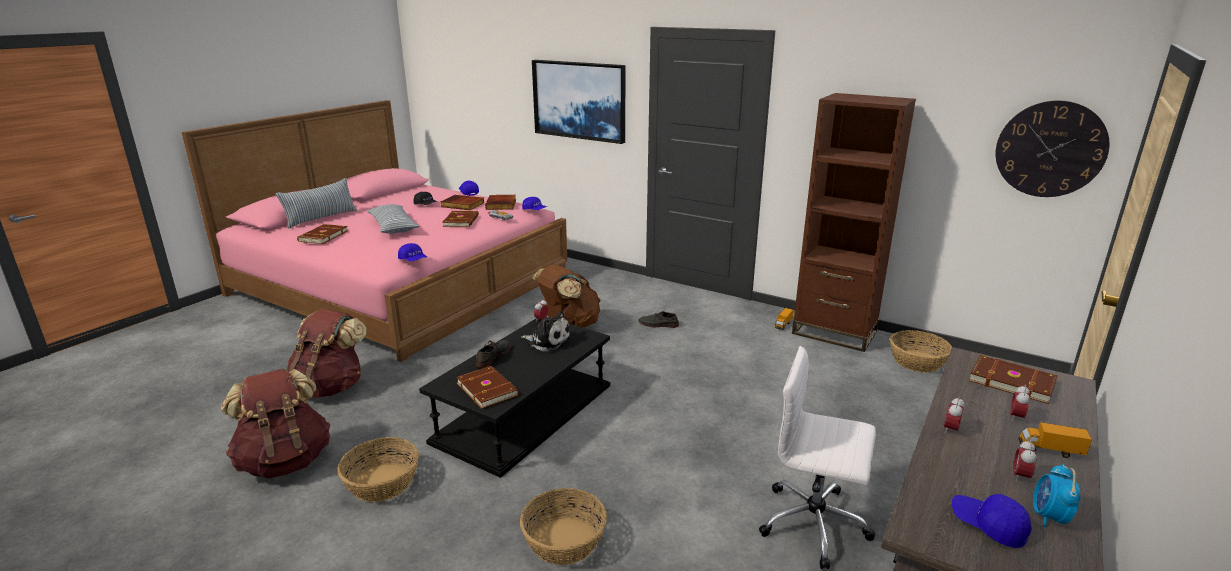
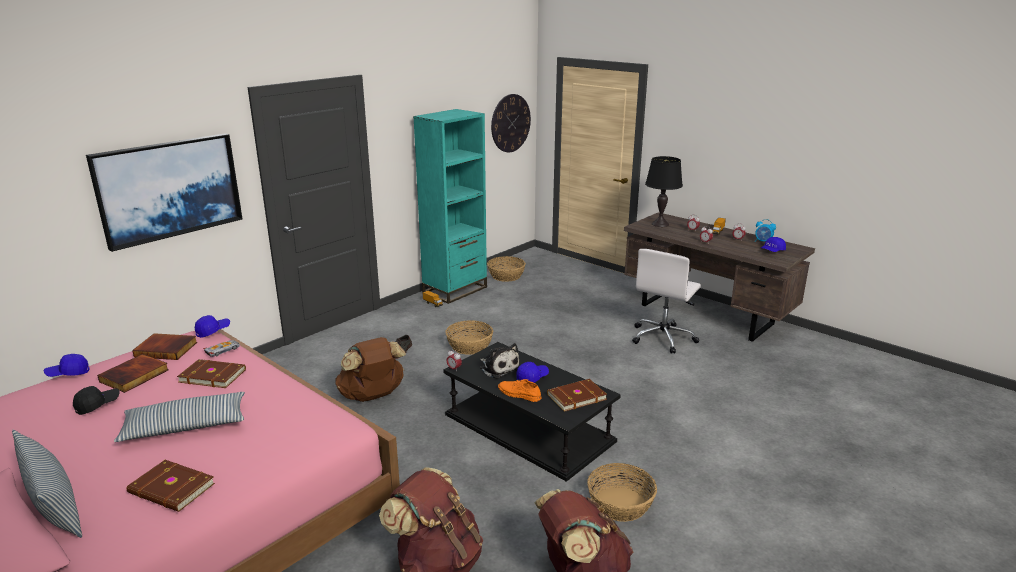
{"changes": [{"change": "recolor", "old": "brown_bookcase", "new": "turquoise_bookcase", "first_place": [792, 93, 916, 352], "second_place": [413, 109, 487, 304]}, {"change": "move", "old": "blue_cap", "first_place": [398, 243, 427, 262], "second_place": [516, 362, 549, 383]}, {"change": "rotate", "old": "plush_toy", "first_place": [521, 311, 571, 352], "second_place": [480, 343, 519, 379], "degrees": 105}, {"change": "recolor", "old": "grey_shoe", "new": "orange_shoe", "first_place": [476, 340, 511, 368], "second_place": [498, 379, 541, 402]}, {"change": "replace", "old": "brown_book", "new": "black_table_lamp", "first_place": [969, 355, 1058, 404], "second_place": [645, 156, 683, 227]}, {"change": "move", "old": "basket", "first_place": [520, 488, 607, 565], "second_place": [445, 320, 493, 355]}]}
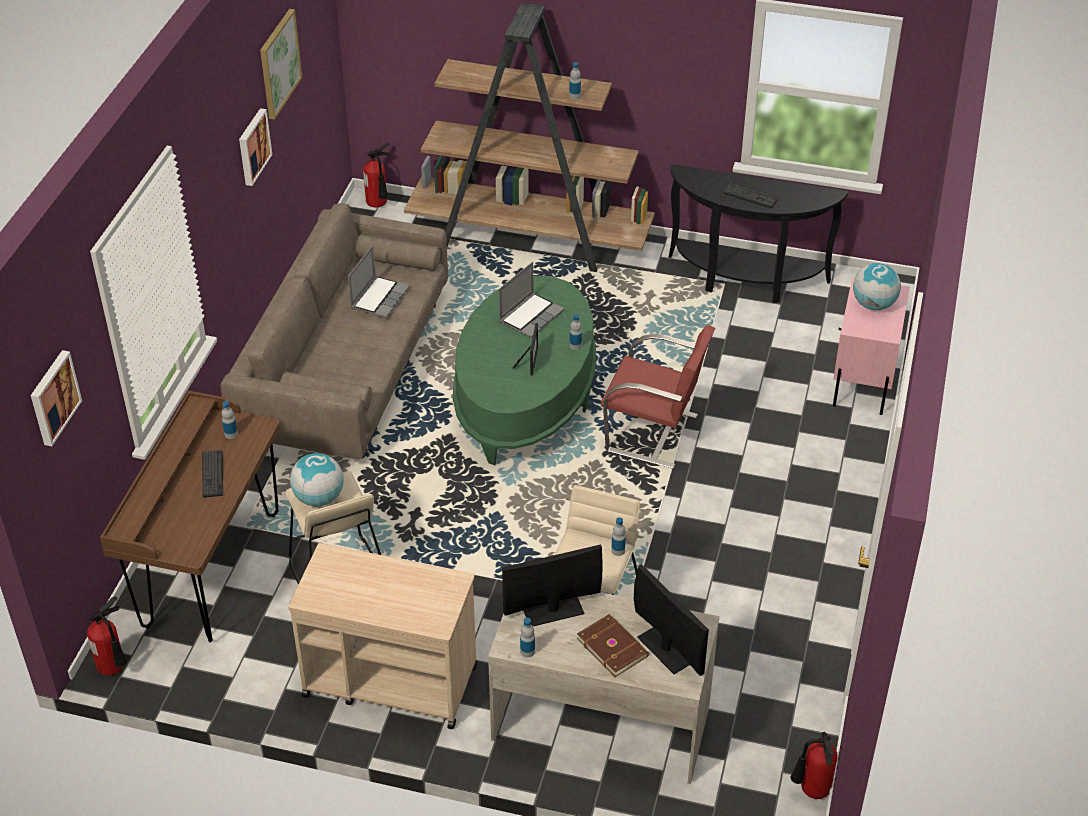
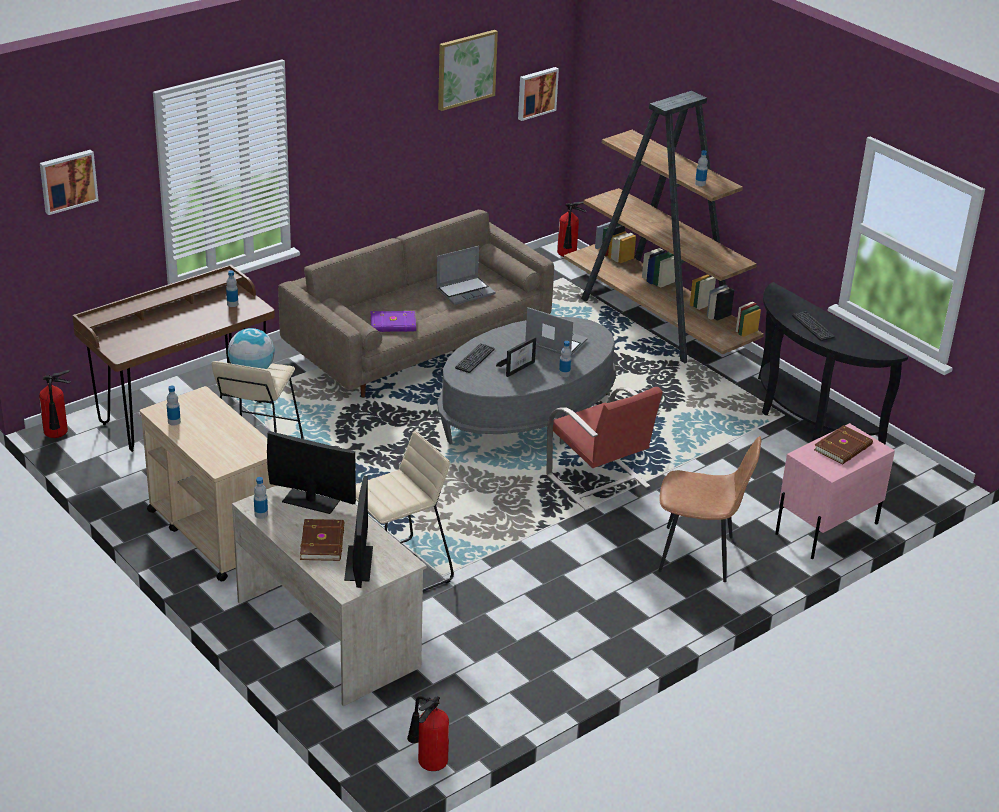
{"changes": [{"change": "move", "old": "picture", "first_place": [239, 108, 272, 186], "second_place": [518, 67, 559, 121]}, {"change": "rotate", "old": "laptop", "first_place": [499, 262, 564, 338], "second_place": [525, 307, 588, 355], "degrees": -135}, {"change": "replace", "old": "globe", "new": "brown_book", "first_place": [853, 263, 901, 310], "second_place": [814, 425, 873, 464]}, {"change": "recolor", "old": "green_coffee_table", "new": "grey_coffee_table", "first_place": [453, 276, 596, 465], "second_place": [437, 317, 616, 445]}, {"change": "move", "old": "keyboard", "first_place": [202, 450, 223, 498], "second_place": [455, 343, 494, 373]}, {"change": "move", "old": "bottle", "first_place": [611, 517, 626, 556], "second_place": [167, 386, 181, 426]}, {"change": "insert", "new": "purple_book", "second_place": [371, 311, 416, 332]}, {"change": "insert", "new": "brown_chair", "second_place": [658, 436, 761, 582]}]}
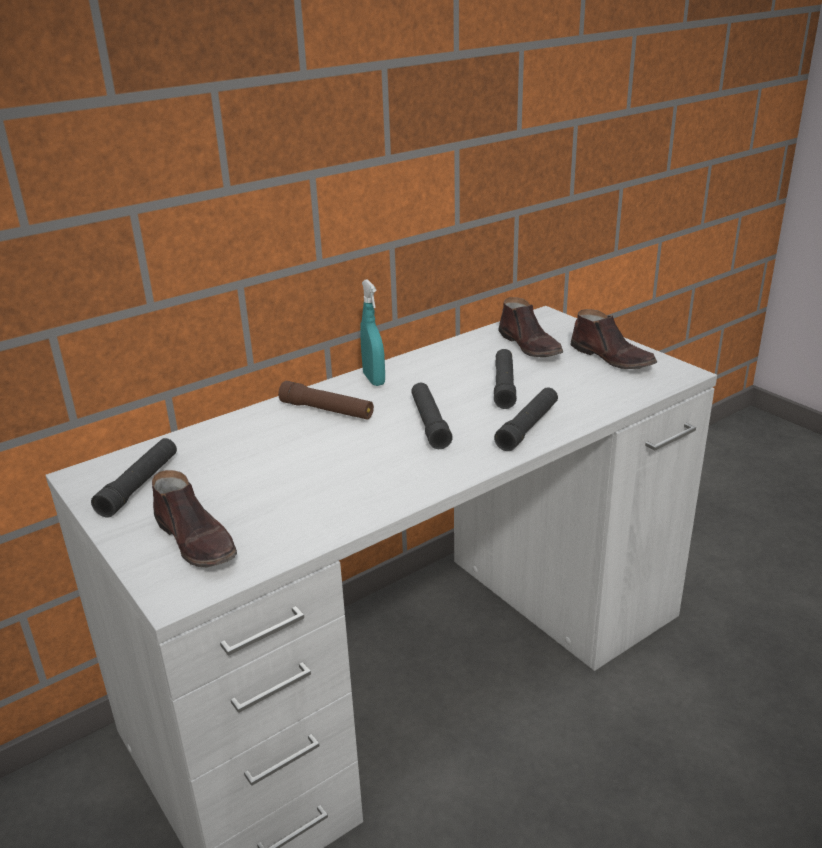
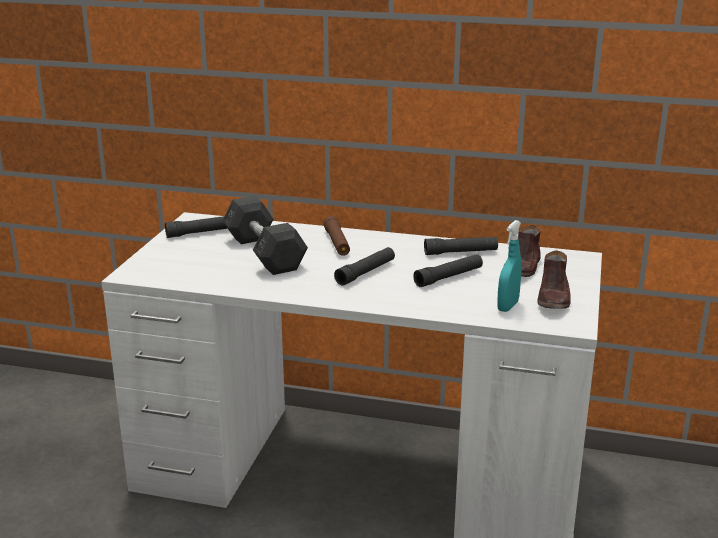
{"changes": [{"change": "move", "old": "turquoise_spray_bottle", "first_place": [360, 279, 385, 386], "second_place": [497, 220, 522, 312]}, {"change": "move", "old": "black_flashlight", "first_place": [494, 387, 558, 451], "second_place": [424, 237, 498, 255]}, {"change": "delete", "old": "brown_shoe", "first_place": [152, 470, 237, 567]}, {"change": "insert", "new": "grey_dumbbell", "second_place": [222, 196, 308, 275]}]}
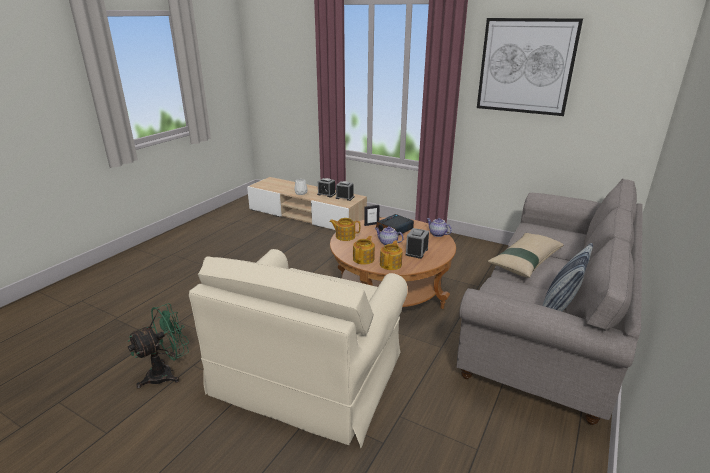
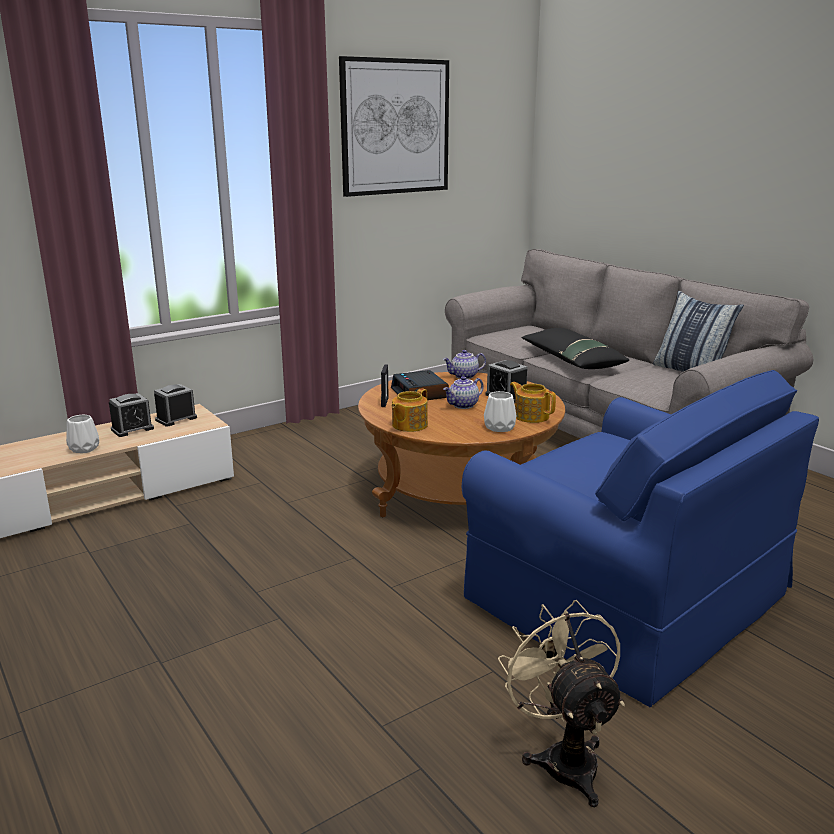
{"changes": [{"change": "recolor", "old": "beige_pillow", "new": "black_pillow", "first_place": [488, 233, 564, 278], "second_place": [521, 328, 629, 369]}, {"change": "replace", "old": "teapot", "new": "white_vase", "first_place": [353, 236, 375, 265], "second_place": [484, 391, 516, 432]}, {"change": "recolor", "old": "beige_armchair", "new": "blue_armchair", "first_place": [189, 249, 408, 449], "second_place": [462, 370, 819, 707]}, {"change": "recolor", "old": "green_fan", "new": "beige_fan", "first_place": [127, 303, 189, 388], "second_place": [498, 600, 625, 807]}]}
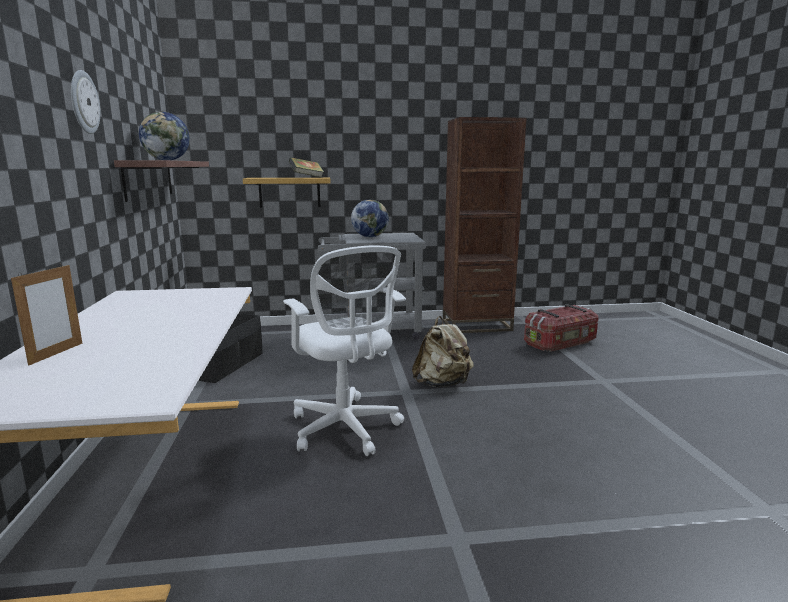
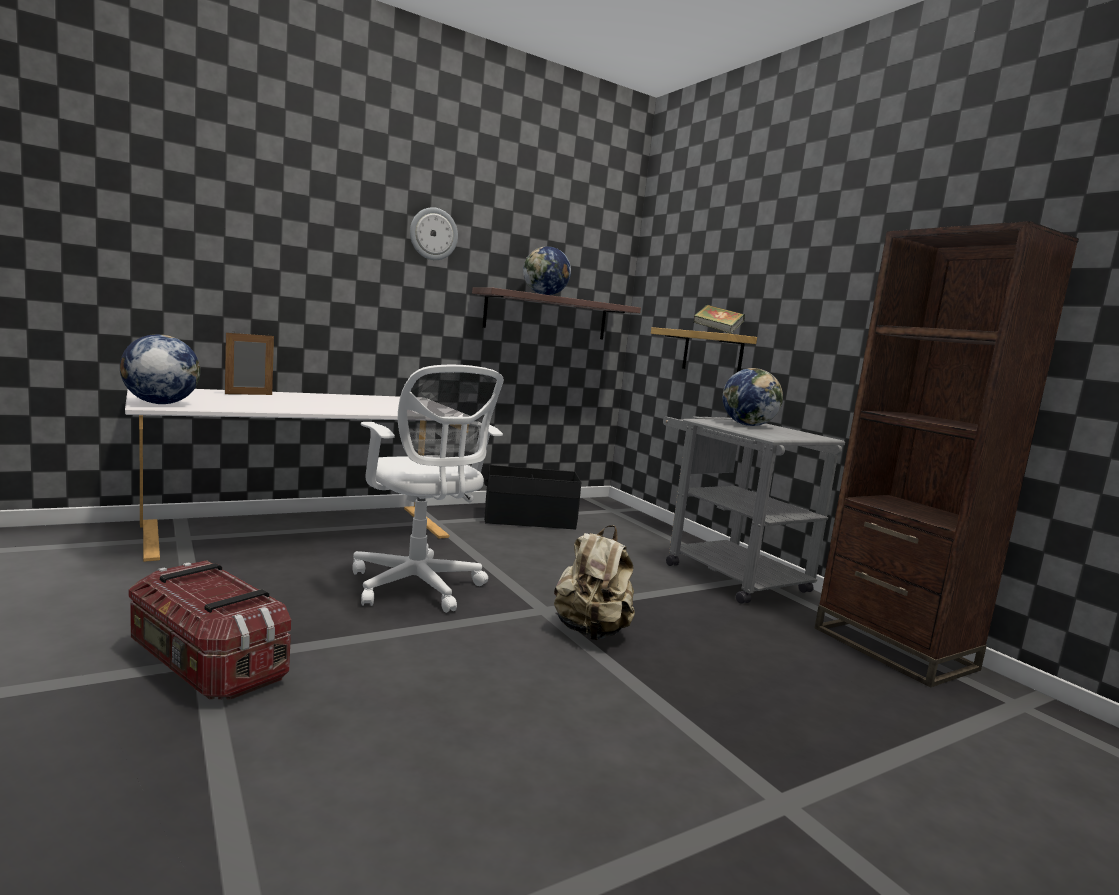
{"changes": [{"change": "rotate", "old": "white_office_chair", "first_place": [283, 246, 406, 456], "second_place": [352, 365, 504, 613], "degrees": -75}, {"change": "rotate", "old": "picture_frame", "first_place": [11, 264, 82, 366], "second_place": [225, 331, 274, 395], "degrees": 150}, {"change": "move", "old": "storage_box", "first_place": [524, 304, 599, 352], "second_place": [129, 560, 291, 700]}, {"change": "insert", "new": "globe", "second_place": [120, 334, 200, 404]}]}
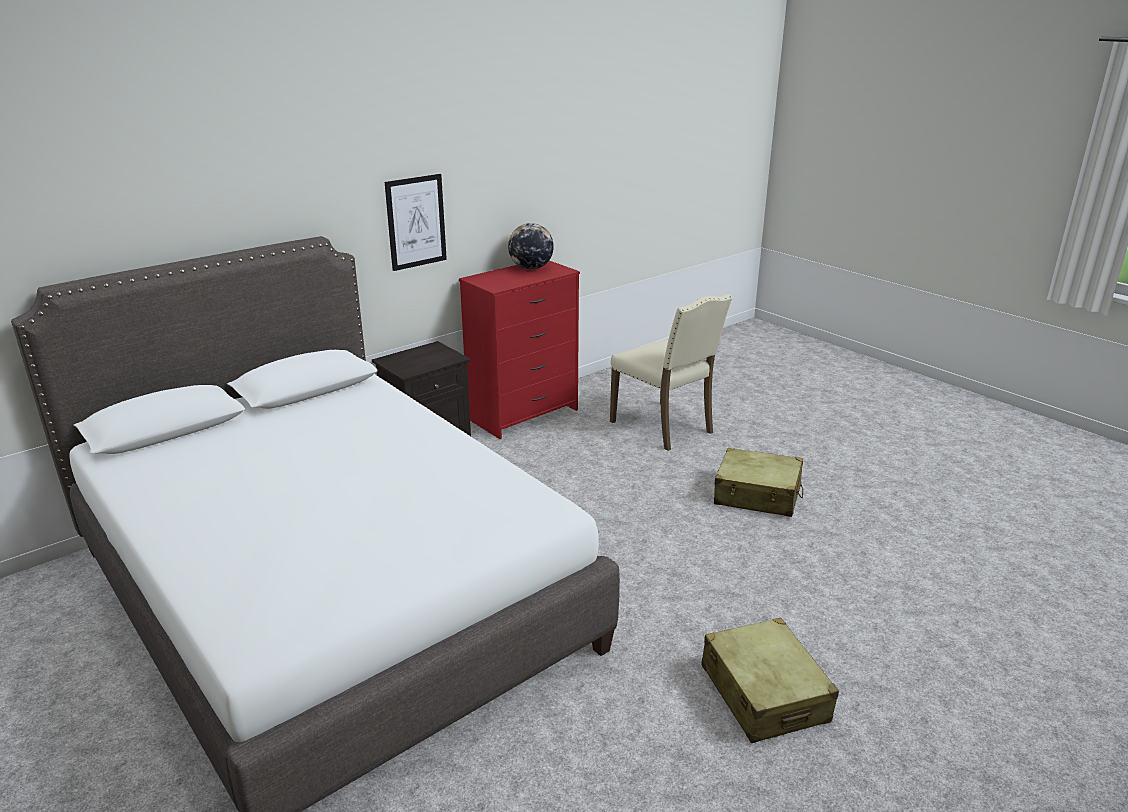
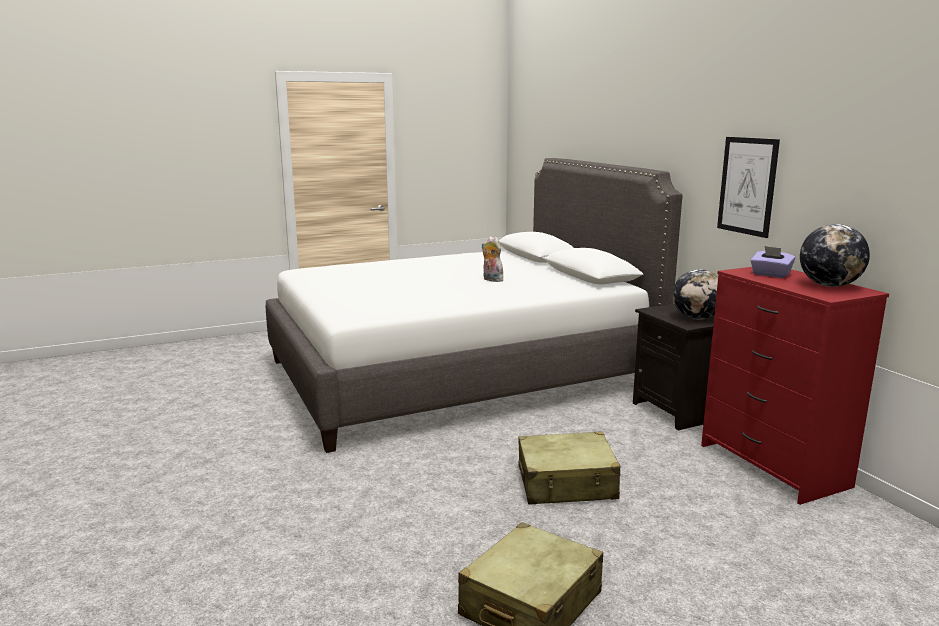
{"changes": [{"change": "delete", "old": "beige_chair", "first_place": [610, 294, 732, 451]}, {"change": "move", "old": "beige_suitcase", "first_place": [701, 618, 839, 743], "second_place": [519, 432, 621, 505]}, {"change": "insert", "new": "plush_toy", "second_place": [482, 236, 503, 282]}, {"change": "insert", "new": "purple_tissue_box", "second_place": [750, 246, 795, 278]}, {"change": "insert", "new": "globe", "second_place": [673, 269, 718, 320]}]}
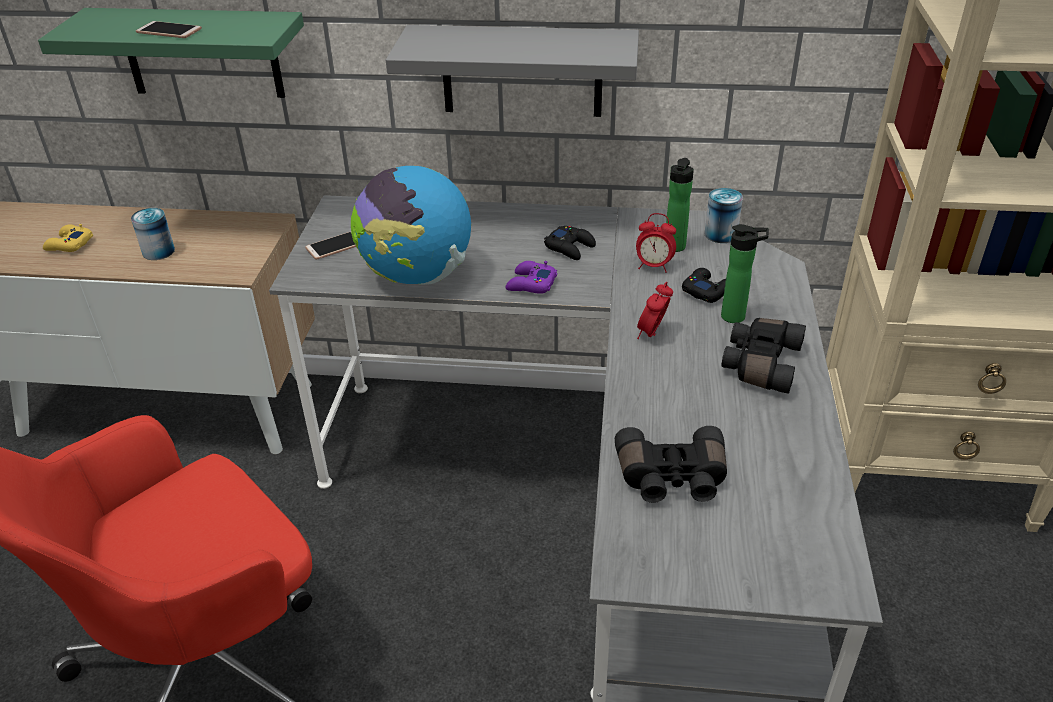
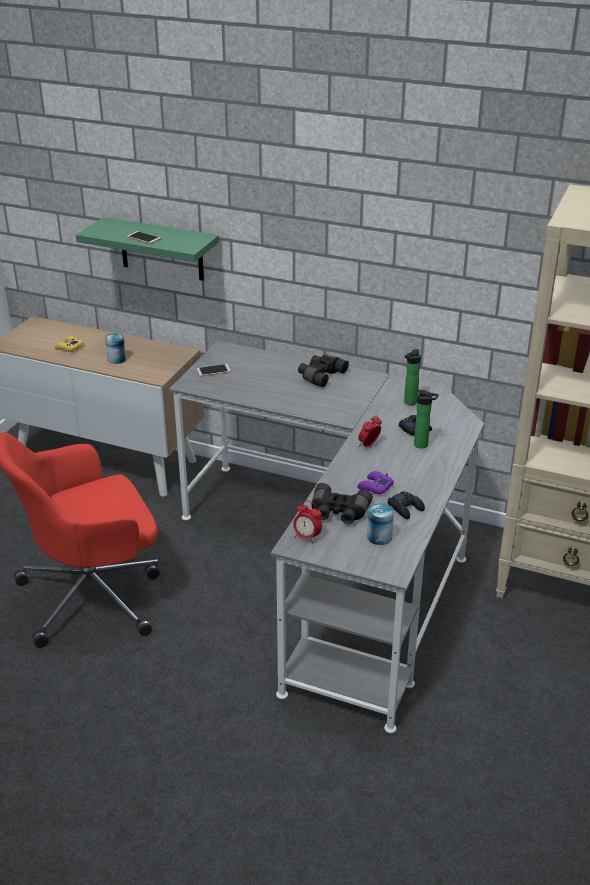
{"changes": [{"change": "delete", "old": "grey_shelf", "first_place": [386, 25, 639, 117]}, {"change": "delete", "old": "globe", "first_place": [351, 166, 471, 285]}, {"change": "move", "old": "can", "first_place": [704, 188, 743, 243], "second_place": [367, 503, 394, 545]}, {"change": "move", "old": "alarm_clock", "first_place": [636, 213, 676, 273], "second_place": [293, 500, 322, 544]}, {"change": "move", "old": "black_game_controller", "first_place": [544, 226, 596, 260], "second_place": [388, 491, 425, 519]}, {"change": "move", "old": "purple_game_controller", "first_place": [505, 261, 557, 294], "second_place": [357, 471, 394, 494]}, {"change": "move", "old": "black_binoculars", "first_place": [721, 318, 806, 394], "second_place": [298, 354, 349, 387]}]}
